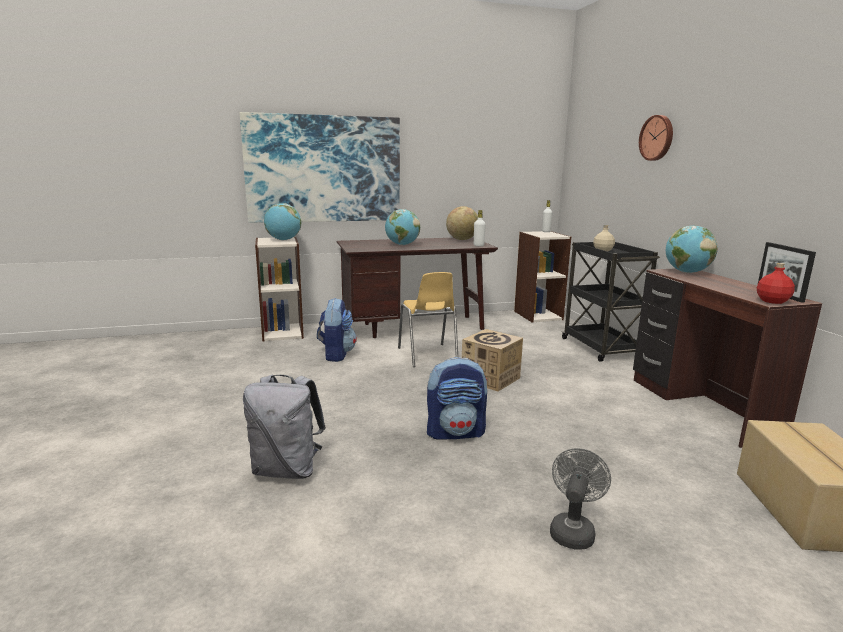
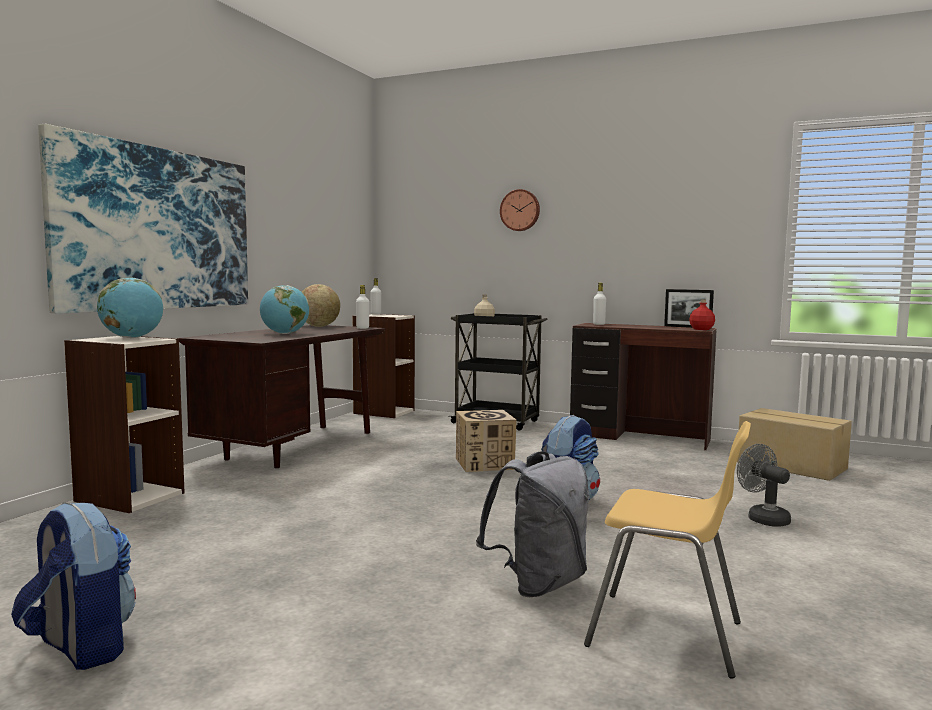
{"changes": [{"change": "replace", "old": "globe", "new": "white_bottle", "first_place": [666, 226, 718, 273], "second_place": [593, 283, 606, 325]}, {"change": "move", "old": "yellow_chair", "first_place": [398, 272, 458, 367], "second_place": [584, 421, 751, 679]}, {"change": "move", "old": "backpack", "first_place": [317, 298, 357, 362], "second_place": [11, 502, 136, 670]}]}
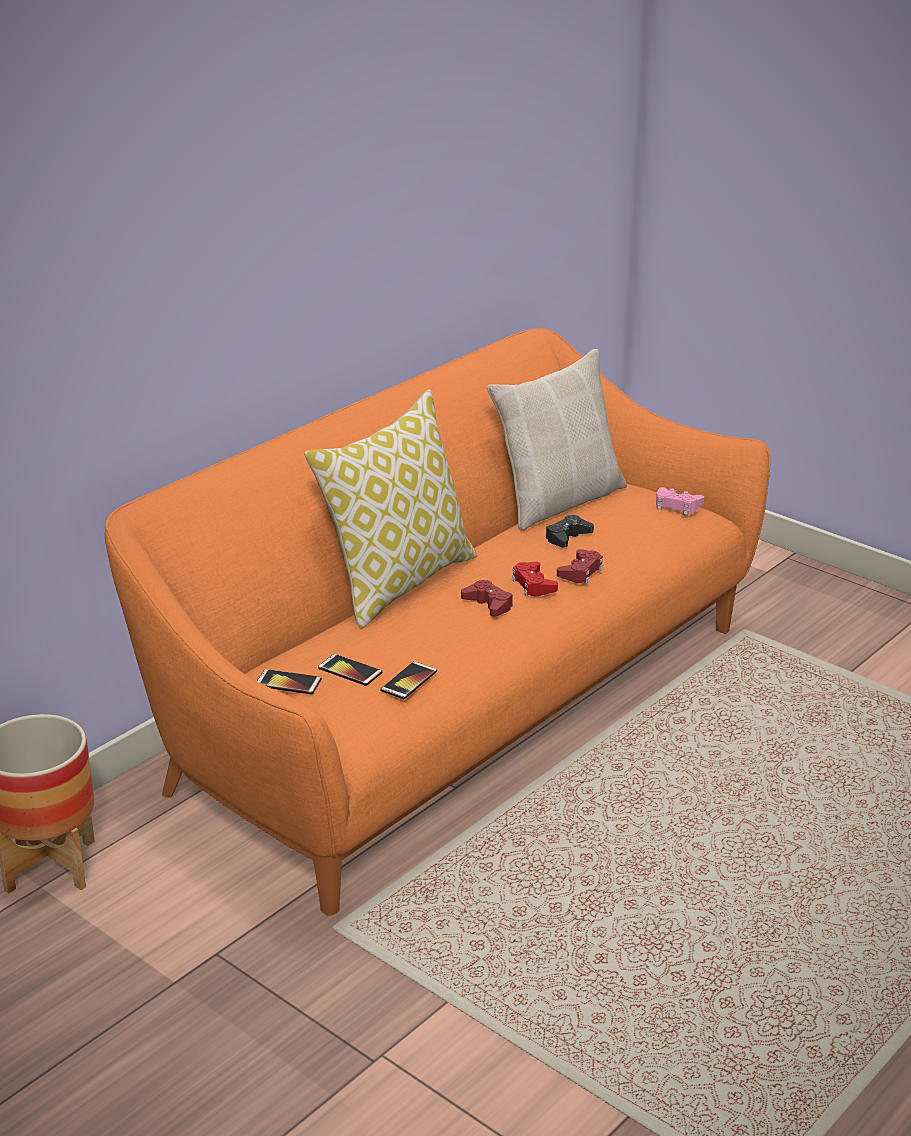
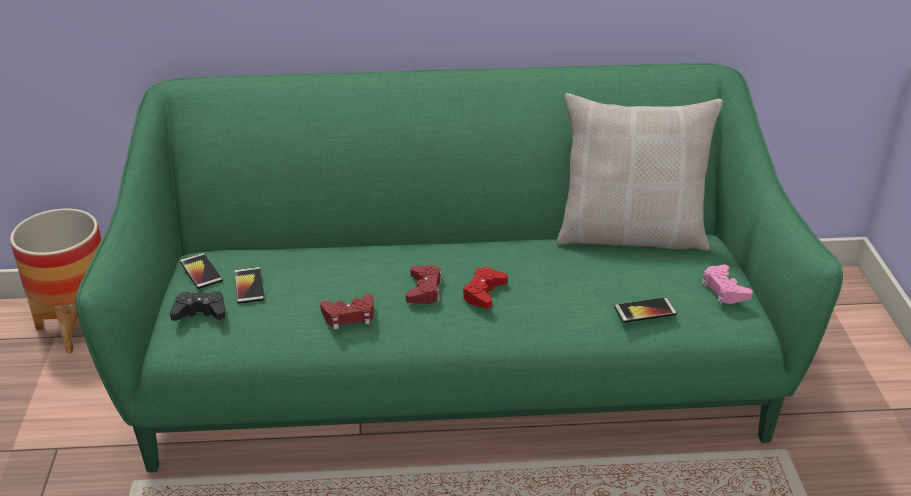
{"changes": [{"change": "recolor", "old": "orange_sofa", "new": "green_sofa", "first_place": [104, 328, 770, 916], "second_place": [76, 63, 843, 472]}, {"change": "delete", "old": "pillow", "first_place": [304, 389, 477, 629]}, {"change": "move", "old": "black_game_controller", "first_place": [545, 515, 594, 547], "second_place": [170, 291, 225, 321]}, {"change": "move", "old": "red_game_controller", "first_place": [557, 549, 603, 584], "second_place": [320, 294, 374, 329]}, {"change": "move", "old": "phone", "first_place": [380, 661, 437, 699], "second_place": [614, 297, 677, 323]}]}
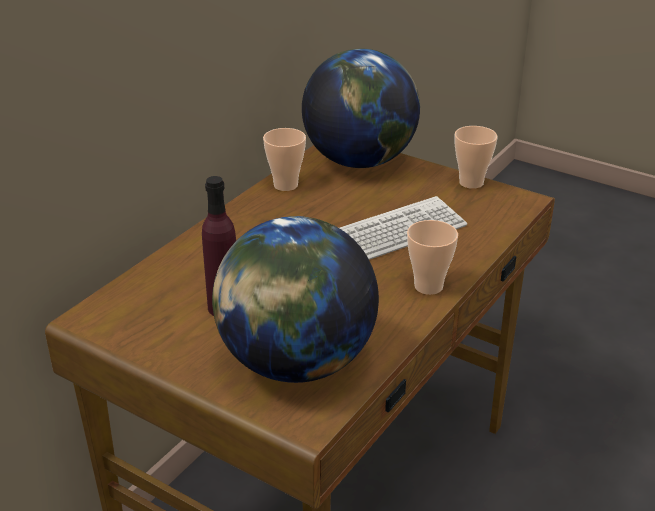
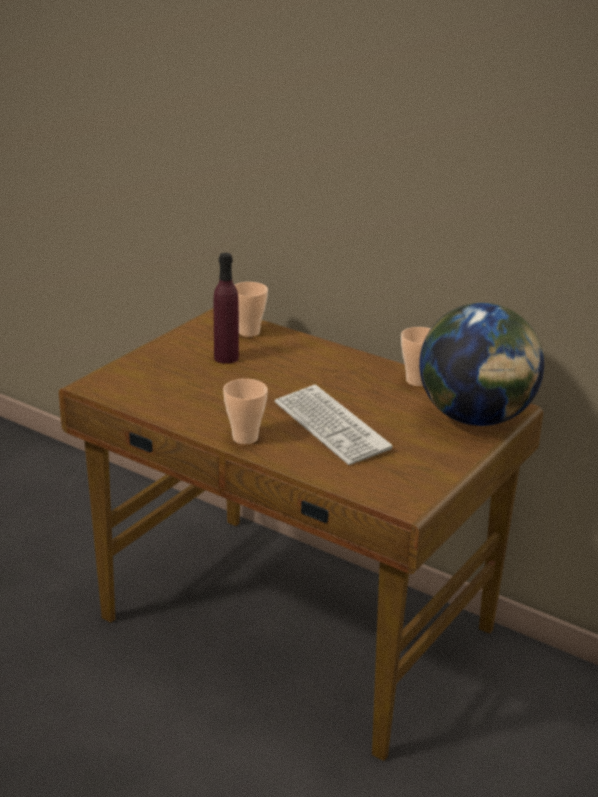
{"changes": [{"change": "move", "old": "cup", "first_place": [455, 126, 498, 189], "second_place": [235, 282, 268, 337]}, {"change": "delete", "old": "globe", "first_place": [212, 216, 379, 383]}]}
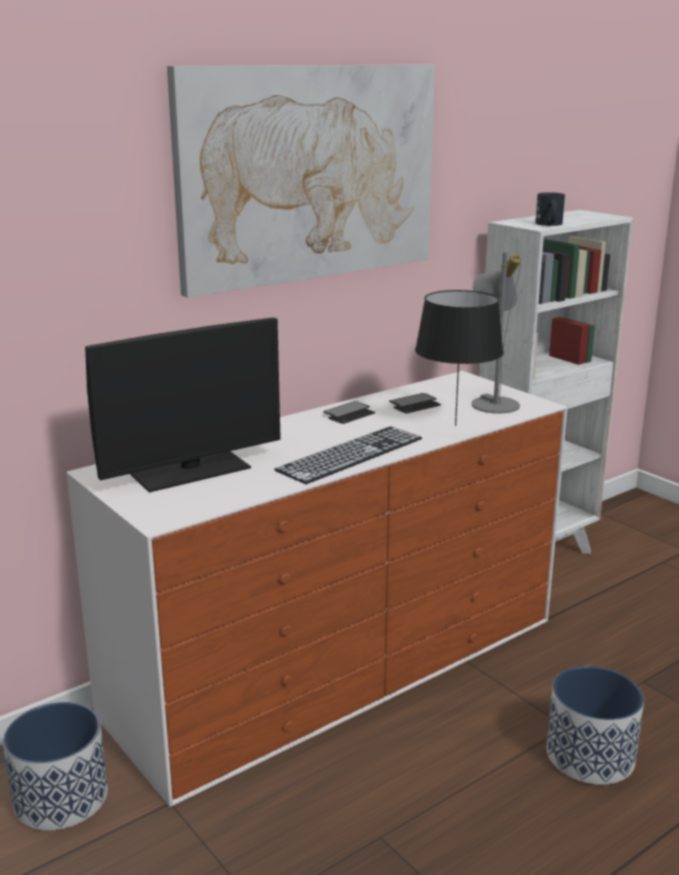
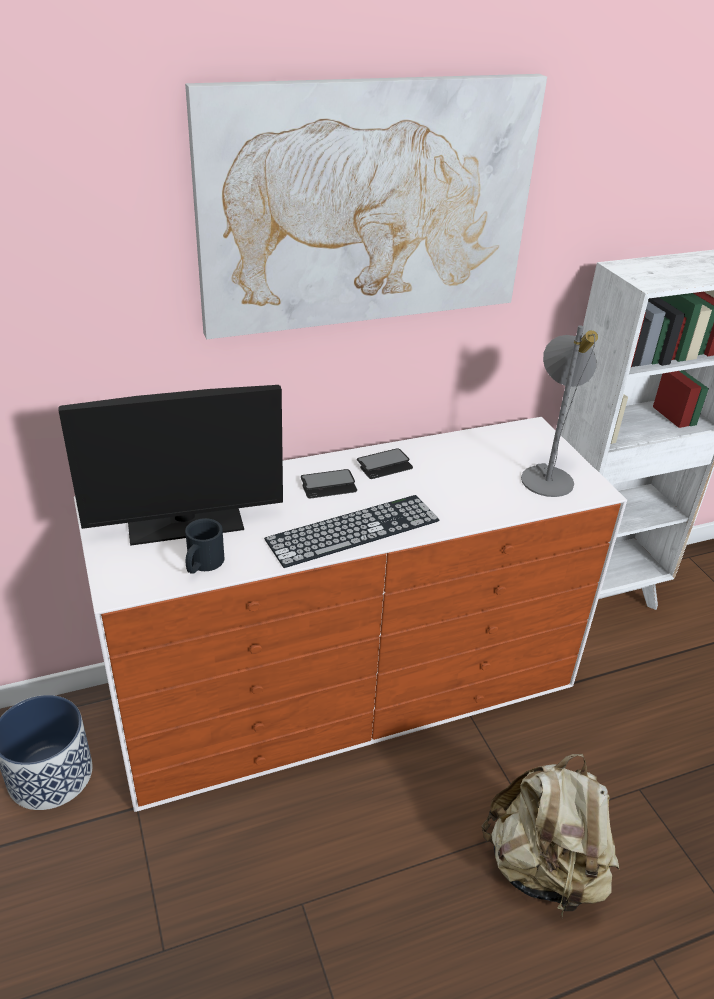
{"changes": [{"change": "move", "old": "black_mug", "first_place": [535, 192, 565, 226], "second_place": [185, 518, 224, 574]}, {"change": "delete", "old": "black_table_lamp", "first_place": [415, 290, 504, 426]}, {"change": "move", "old": "phone", "first_place": [389, 393, 441, 413], "second_place": [301, 469, 357, 499]}, {"change": "replace", "old": "planter", "new": "beige_backpack", "first_place": [547, 666, 644, 785], "second_place": [482, 754, 620, 918]}]}
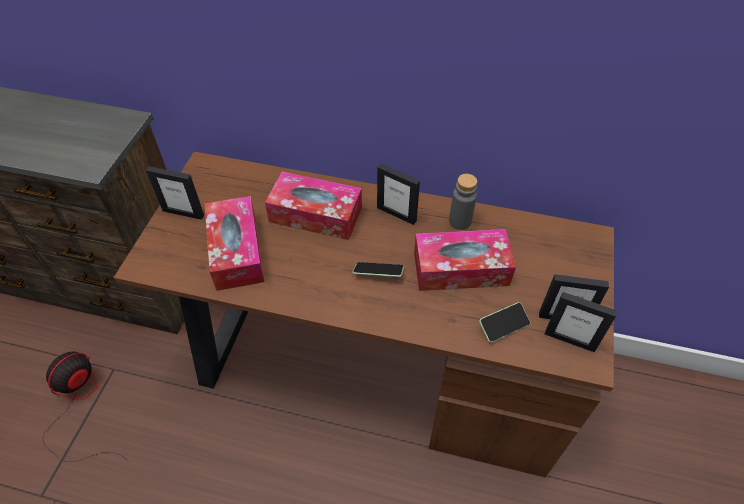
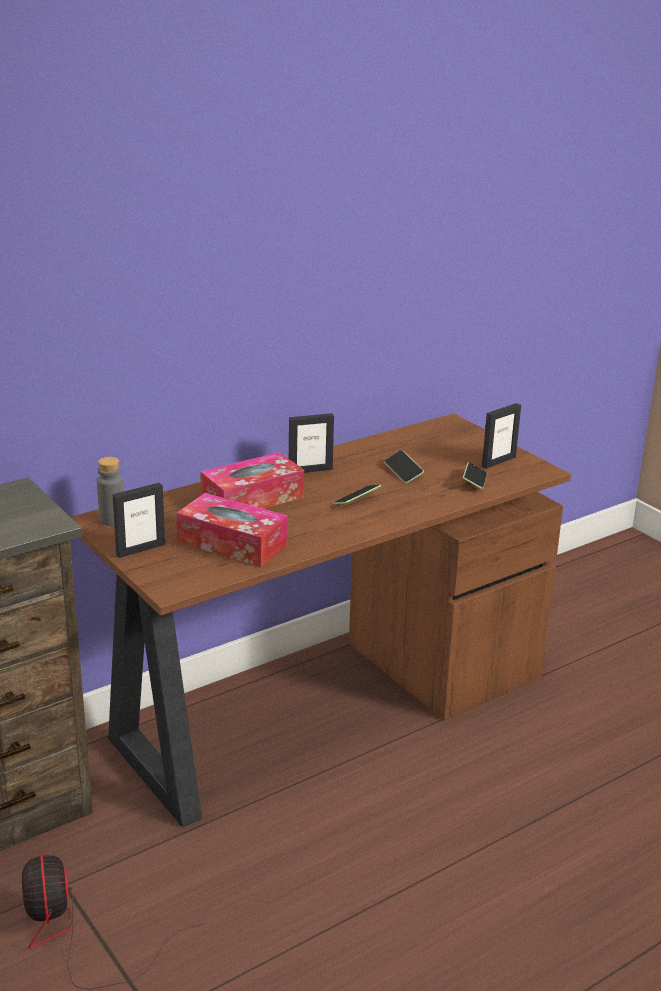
{"changes": [{"change": "move", "old": "grey_bottle", "first_place": [449, 174, 477, 230], "second_place": [97, 457, 124, 526]}, {"change": "replace", "old": "tissue_box", "new": "phone", "first_place": [414, 229, 516, 291], "second_place": [384, 450, 424, 483]}, {"change": "delete", "old": "picture_frame", "first_place": [545, 292, 617, 352]}]}
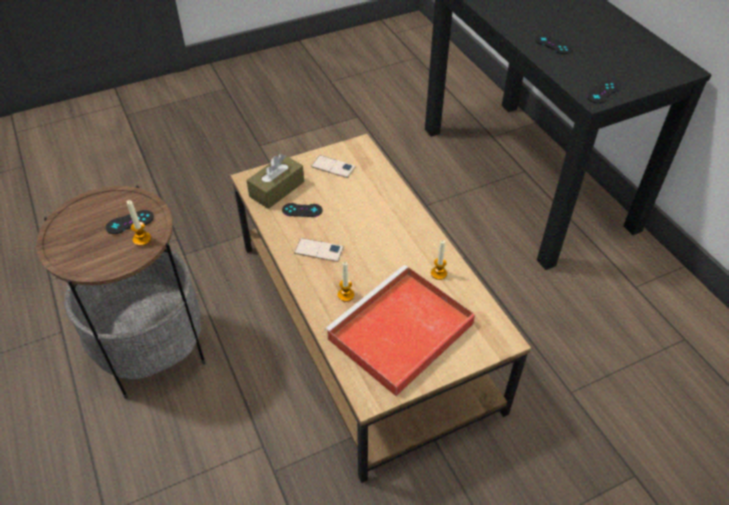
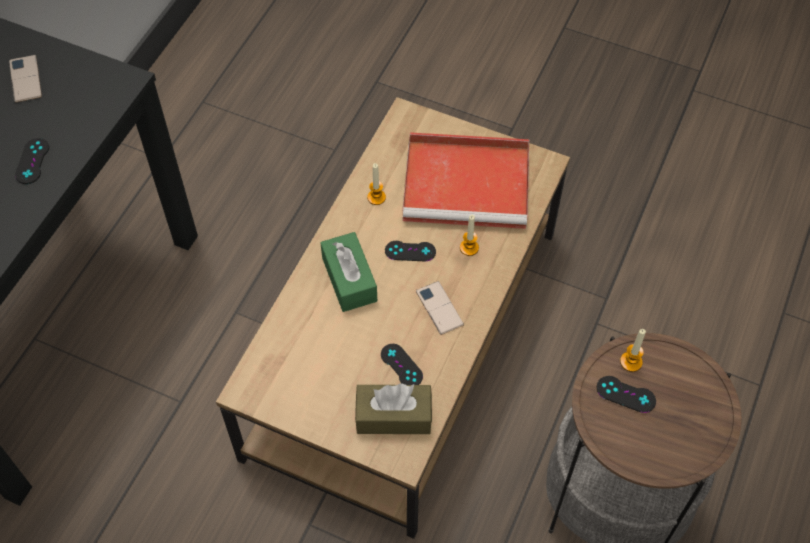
{"changes": [{"change": "move", "old": "black_game_controller", "first_place": [587, 81, 619, 104], "second_place": [385, 241, 436, 261]}, {"change": "move", "old": "phone", "first_place": [311, 155, 356, 178], "second_place": [9, 55, 42, 103]}, {"change": "insert", "new": "green_tissue_box", "second_place": [320, 232, 377, 312]}]}
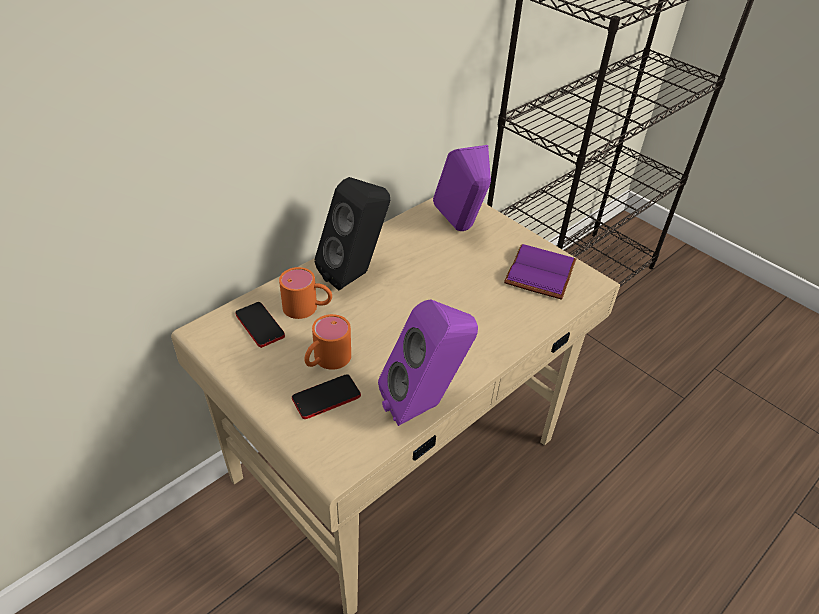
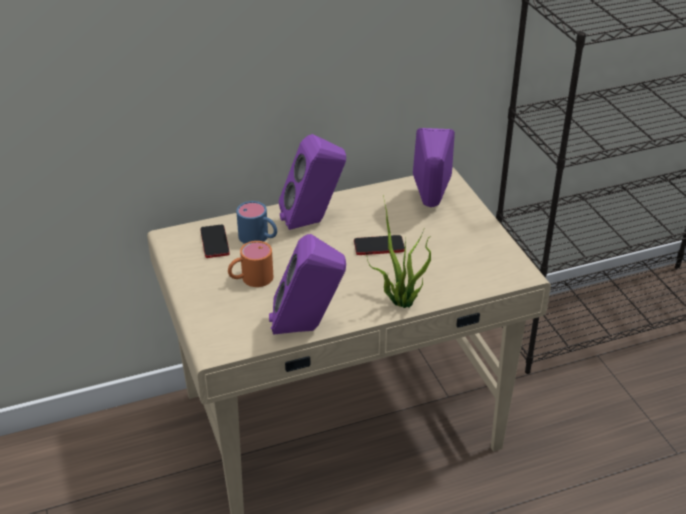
{"changes": [{"change": "recolor", "old": "black_speaker", "new": "purple_speaker", "first_place": [315, 177, 390, 291], "second_place": [279, 134, 346, 230]}, {"change": "delete", "old": "purple_book", "first_place": [504, 244, 576, 300]}, {"change": "recolor", "old": "orange_mug", "new": "blue_mug", "first_place": [279, 267, 332, 319], "second_place": [236, 201, 277, 244]}, {"change": "move", "old": "phone", "first_place": [292, 374, 361, 419], "second_place": [354, 235, 405, 255]}, {"change": "insert", "new": "potted_plant", "second_place": [367, 195, 431, 308]}]}
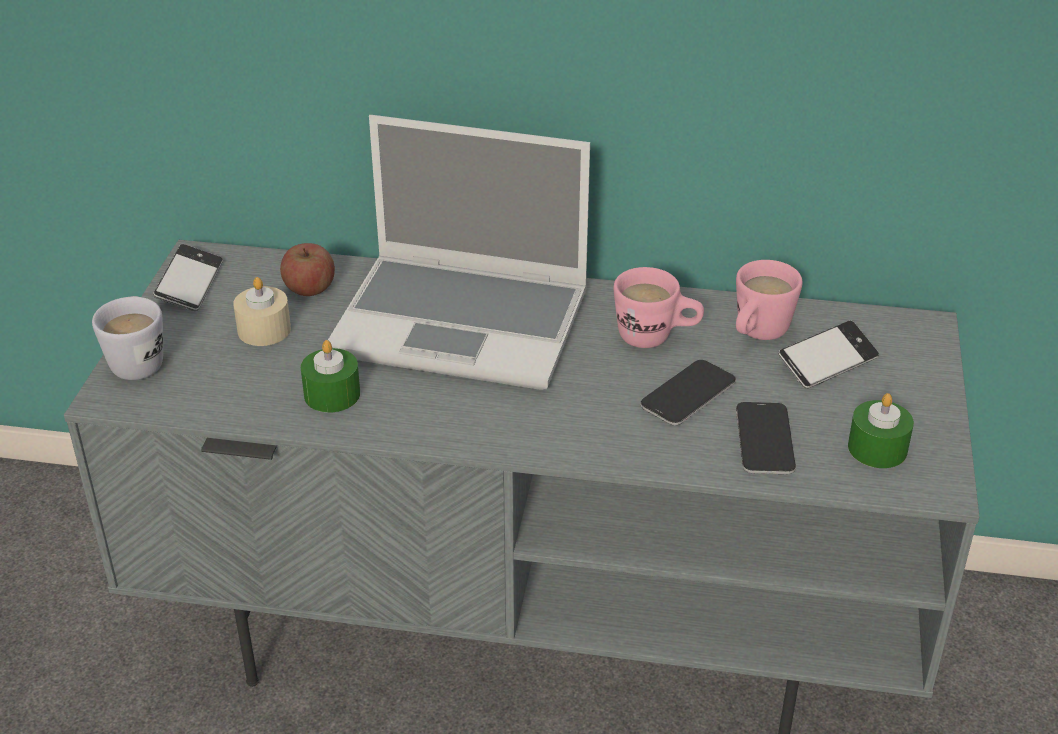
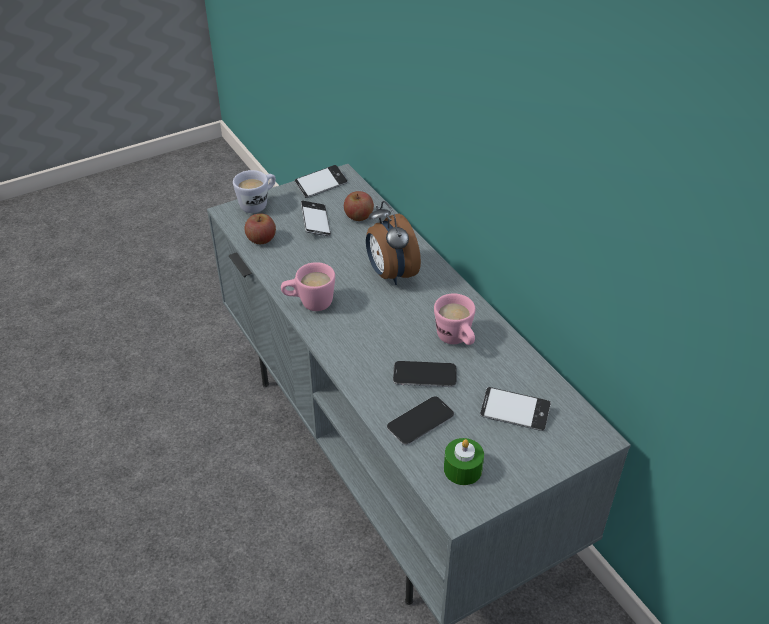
{"changes": [{"change": "replace", "old": "laptop", "new": "alarm_clock", "first_place": [328, 115, 590, 390], "second_place": [366, 201, 421, 285]}, {"change": "move", "old": "pink_mug", "first_place": [736, 260, 803, 340], "second_place": [281, 262, 335, 311]}, {"change": "replace", "old": "beige_candle", "new": "phone", "first_place": [233, 277, 291, 346], "second_place": [301, 201, 331, 237]}, {"change": "delete", "old": "green_candle", "first_place": [301, 340, 360, 413]}, {"change": "insert", "new": "apple", "second_place": [245, 214, 276, 244]}]}
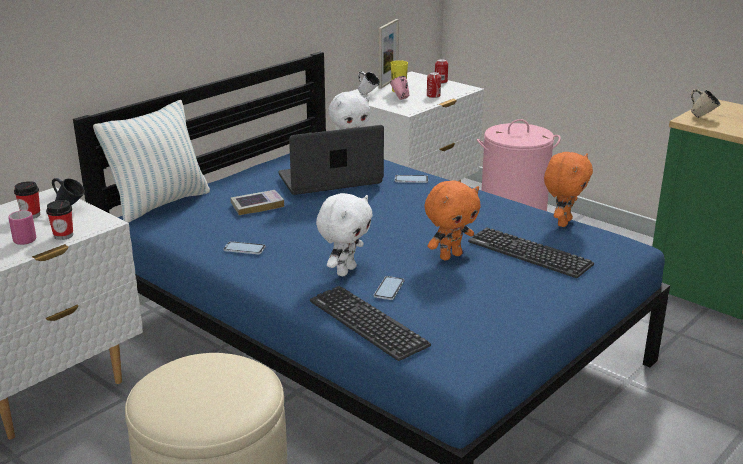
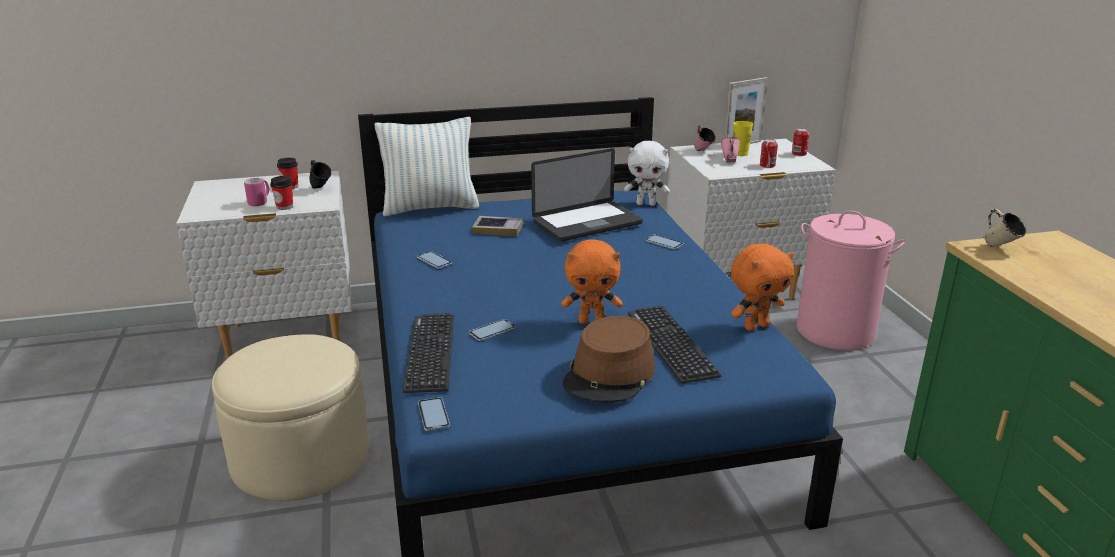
{"changes": [{"change": "recolor", "old": "white_mug", "new": "pink_mug", "first_place": [358, 71, 380, 95], "second_place": [694, 125, 716, 151]}, {"change": "rotate", "old": "laptop", "first_place": [279, 125, 384, 195], "second_place": [531, 148, 643, 241], "degrees": 135}, {"change": "delete", "old": "white_plush_toy", "first_place": [316, 193, 373, 276]}, {"change": "insert", "new": "brown_hat", "second_place": [563, 316, 655, 403]}, {"change": "insert", "new": "phone", "second_place": [418, 397, 450, 431]}]}
